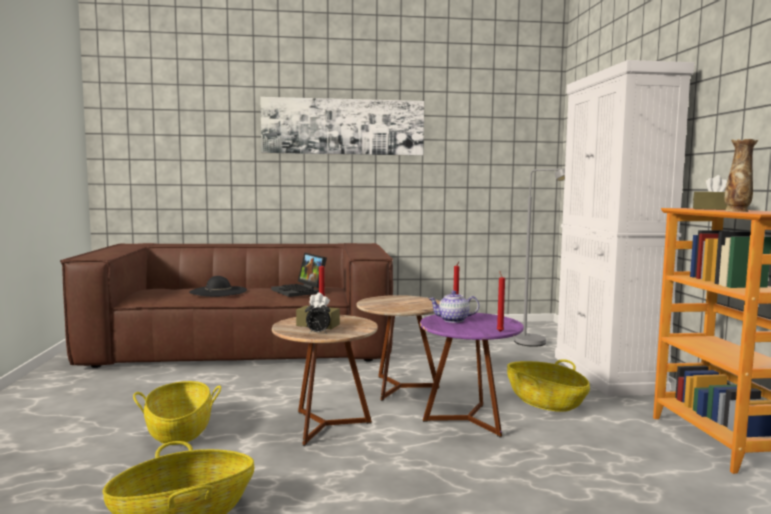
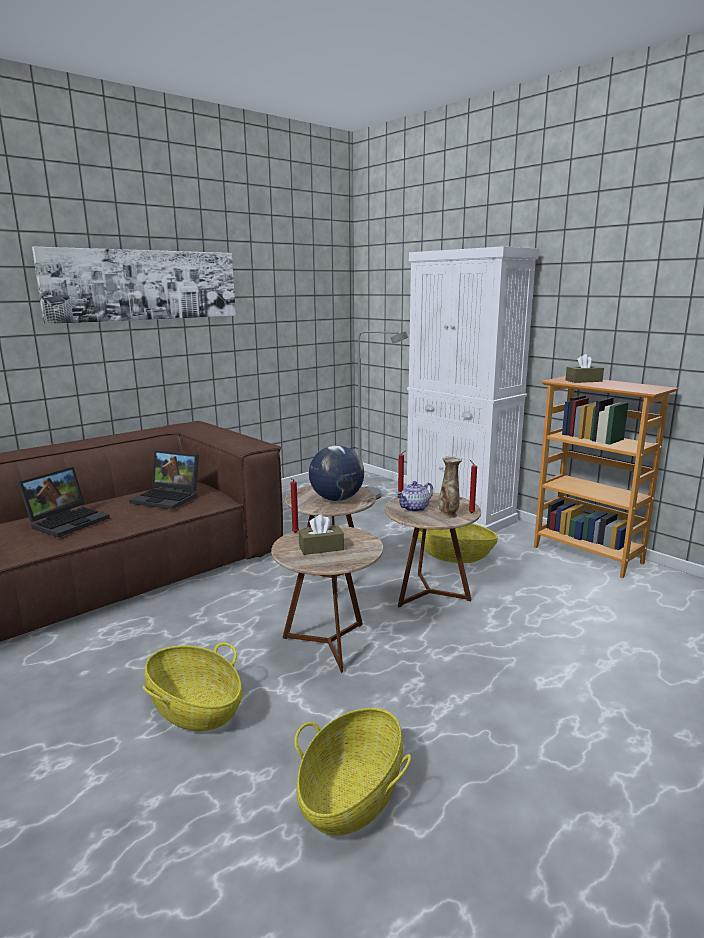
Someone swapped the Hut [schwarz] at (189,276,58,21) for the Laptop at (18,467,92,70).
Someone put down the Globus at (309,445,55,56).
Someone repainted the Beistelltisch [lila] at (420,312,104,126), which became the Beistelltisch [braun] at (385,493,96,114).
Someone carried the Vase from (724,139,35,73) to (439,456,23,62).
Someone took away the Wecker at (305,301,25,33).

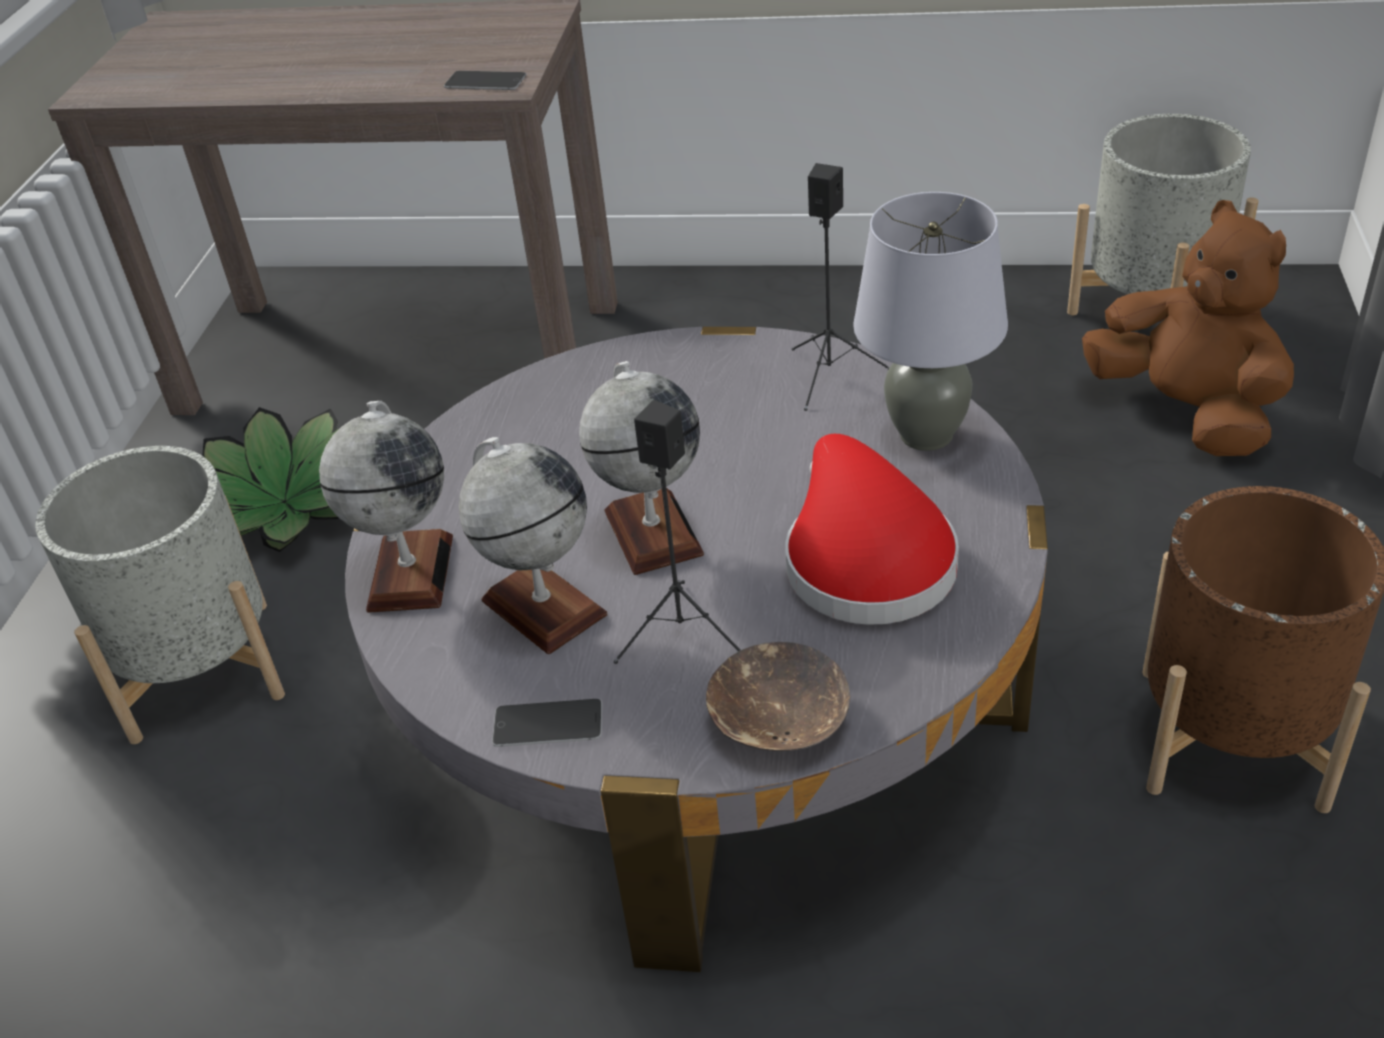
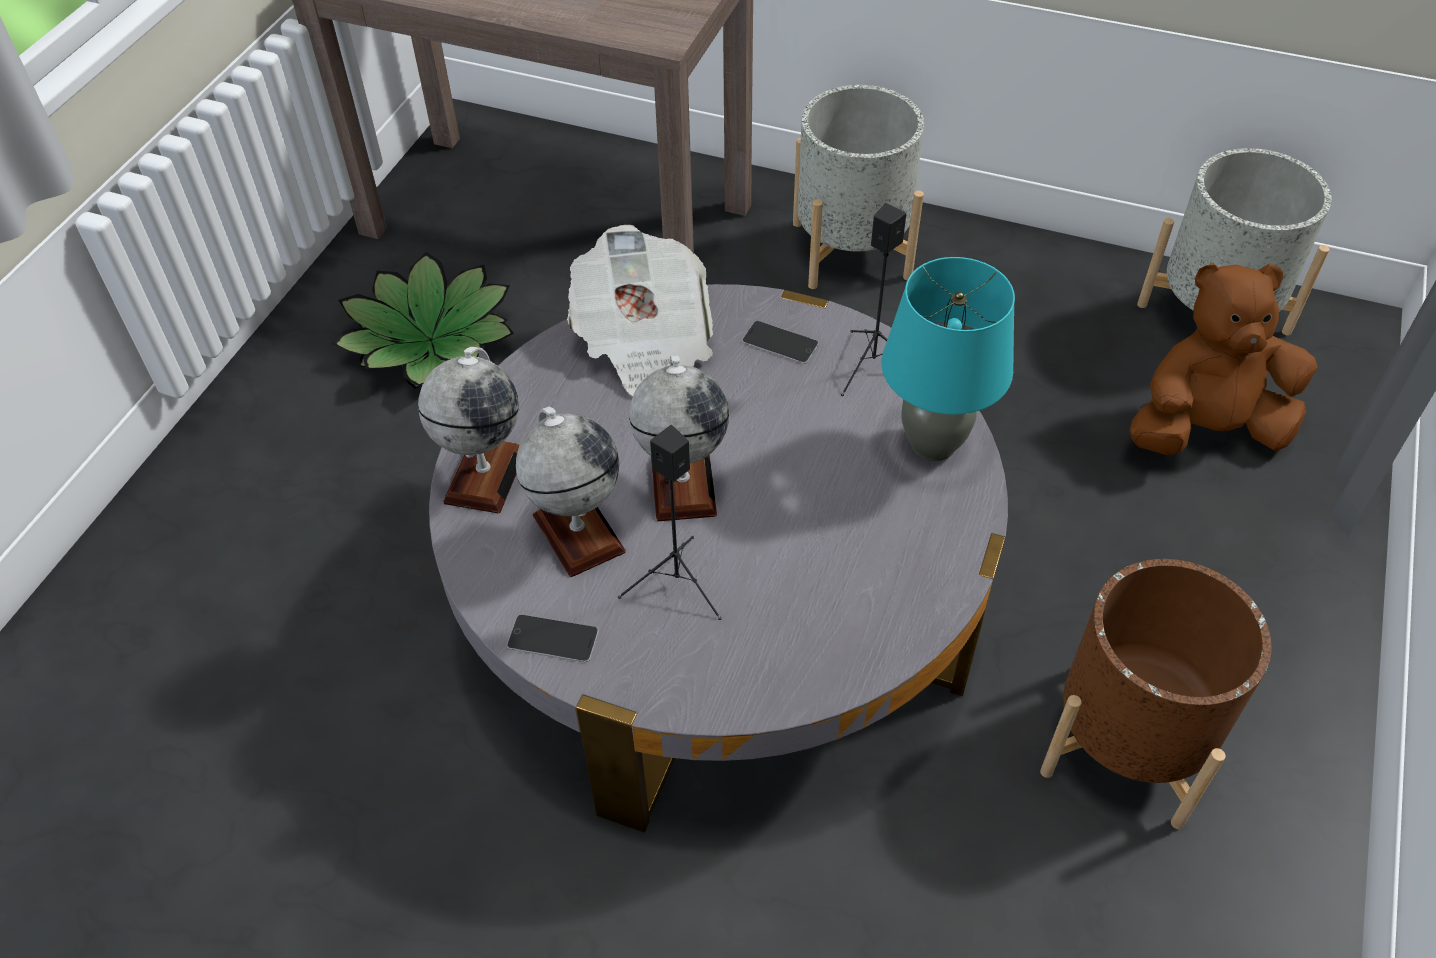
Someone put down the Zeitung at (567,225,146,171).
Someone carried the Handy from (444,71,82,19) to (742,321,77,43).
Someone carried the Pflanzkübel [grau] from (35,446,250,298) to (793,85,131,204).
Someone repainted the Tischlampe [grau] at (853,192,155,259), which became the Tischlampe [türkis] at (882,257,133,204).
Someone rotated the Plüschtier [braun] at (1082,200,212,256) by 75 degrees counterclockwise.
Someone took away the Schüssel [braun] at (706,642,144,109).
Someone took away the Hut [rot] at (785,434,174,191).

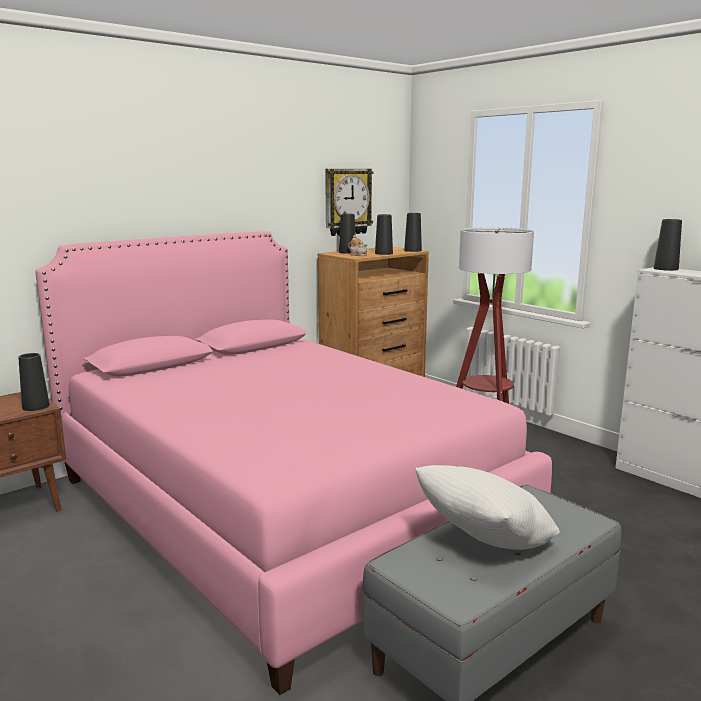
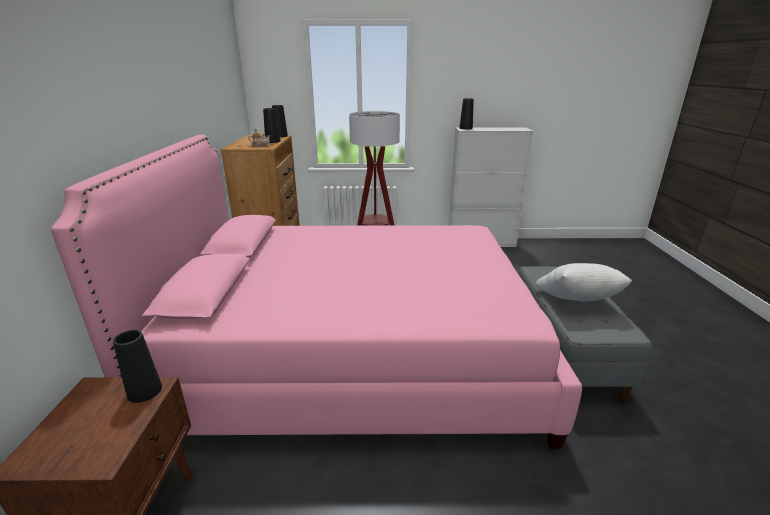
Someone took away the Wanduhr at (325,169,49,67).
Someone took away the Vase [schwarz] at (339,214,17,39).

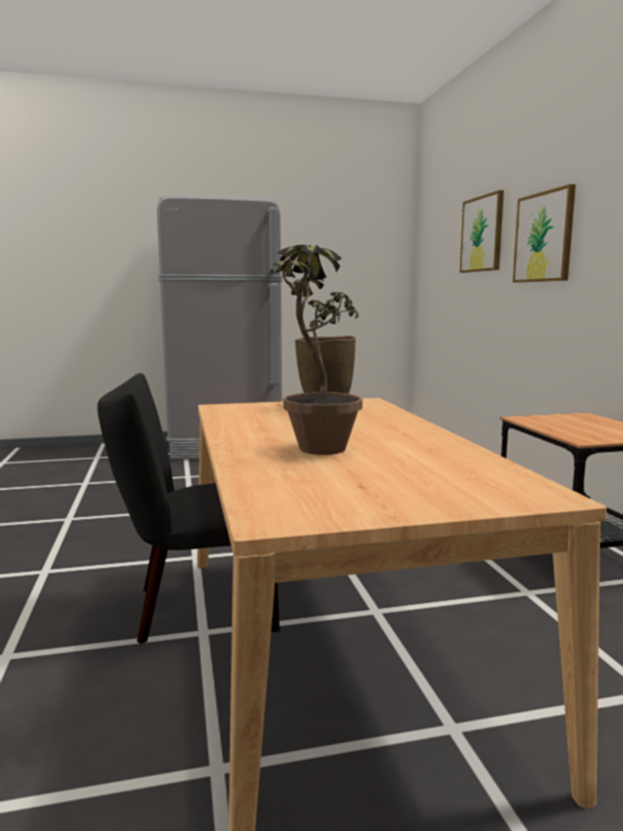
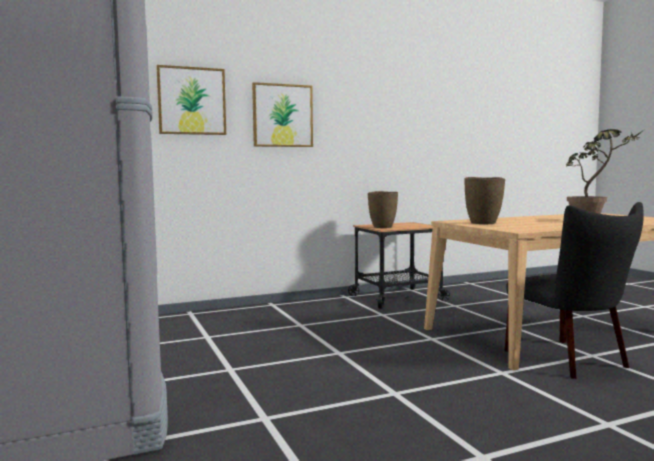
Someone put down the Vase [braun] at (368,191,30,37).

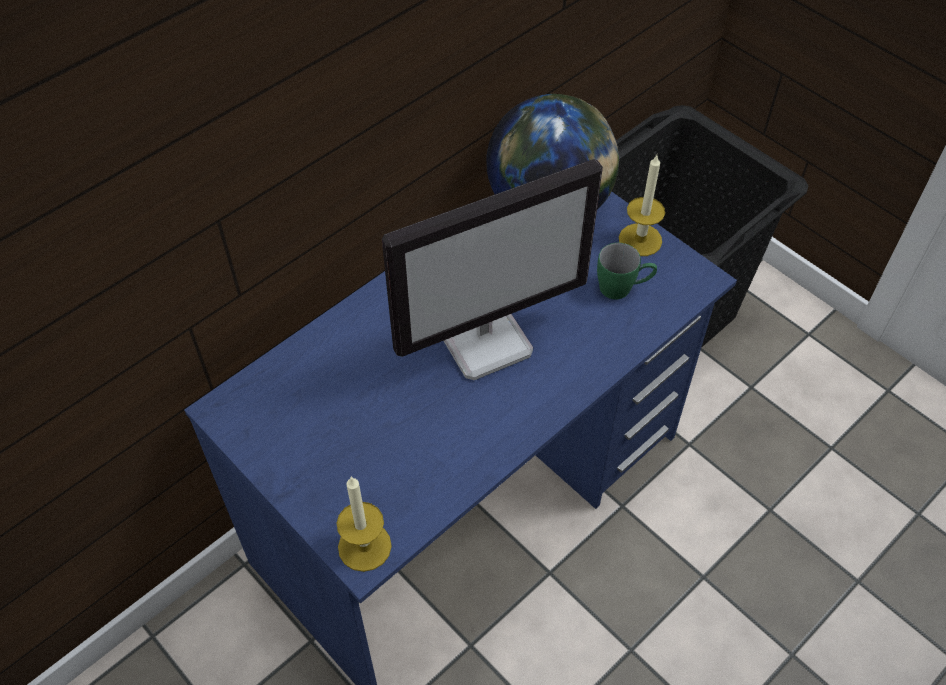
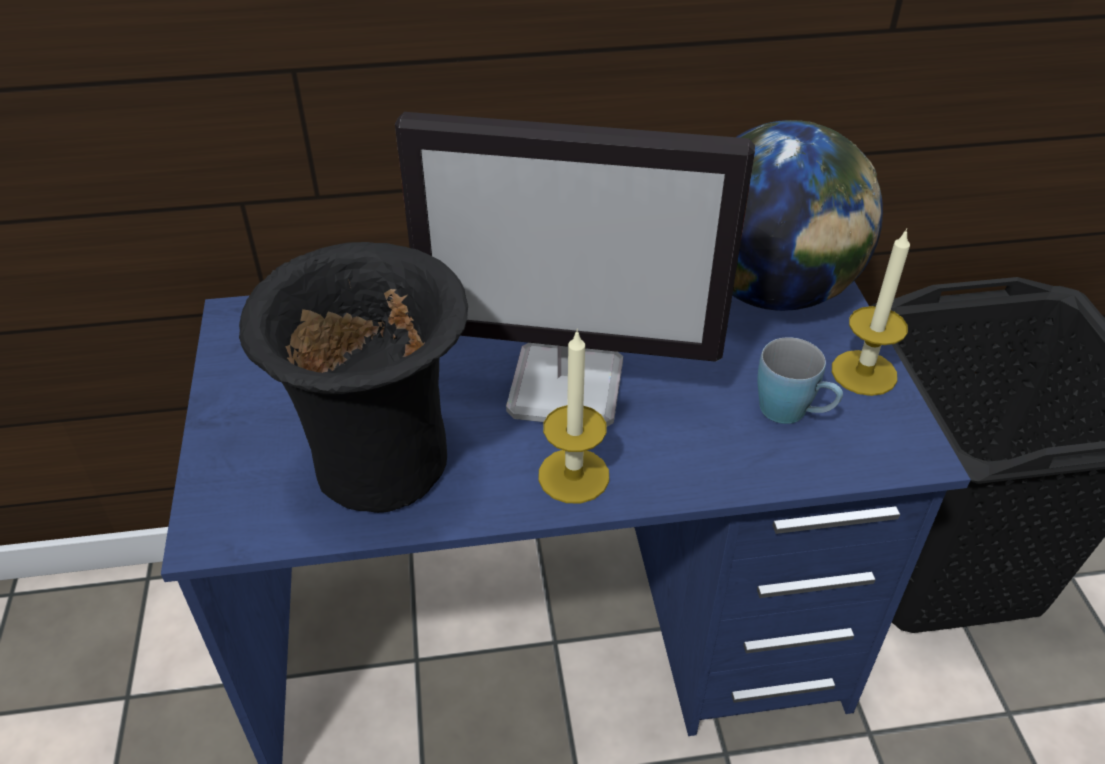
Someone put down the Vase [schwarz] at (239,242,229,271).
Someone carried the Kerze from (337,476,55,96) to (538,329,71,174).
Someone repainted the Henkelbecher [grün] at (597,243,60,56), which became the Henkelbecher [blau] at (757,337,86,87).

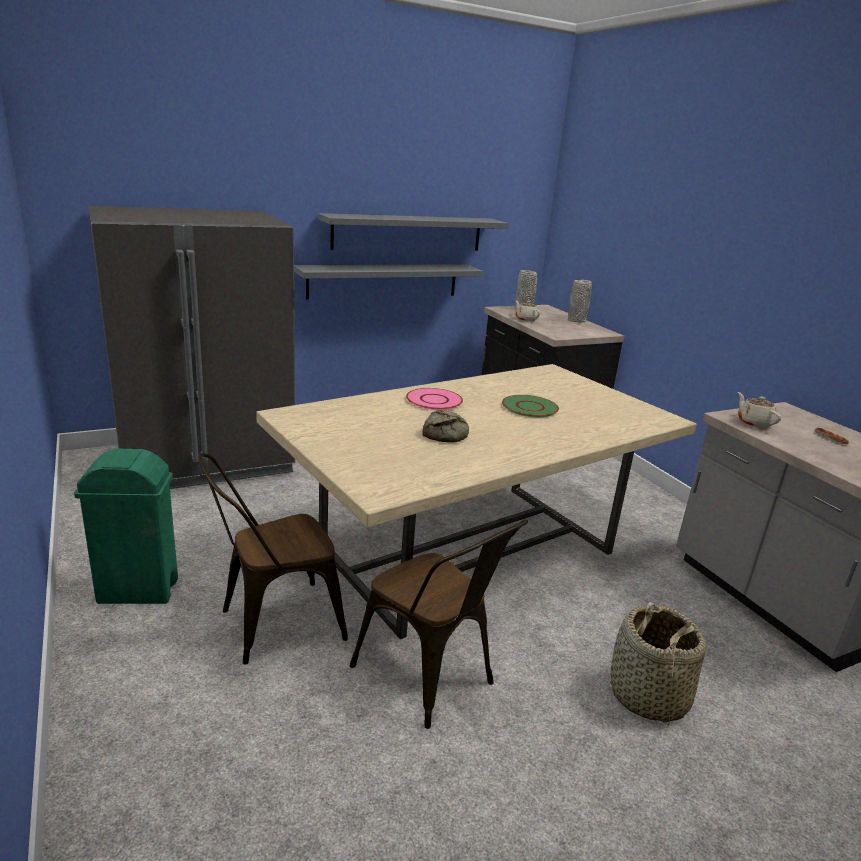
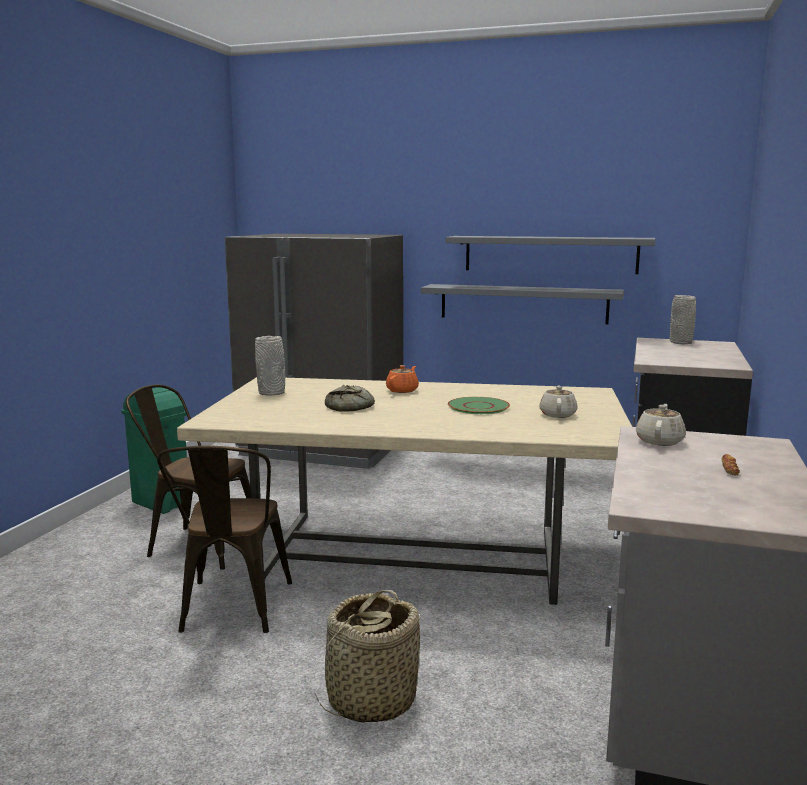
Someone carried the Vase [grau] from (568,280,24,42) to (255,336,30,59).
Someone swapped the Teller [rosa] at (406,388,57,22) for the Teekanne [orange] at (386,365,33,28).
Someone carried the Teekanne [beige] from (515,301,25,20) to (539,385,39,33).

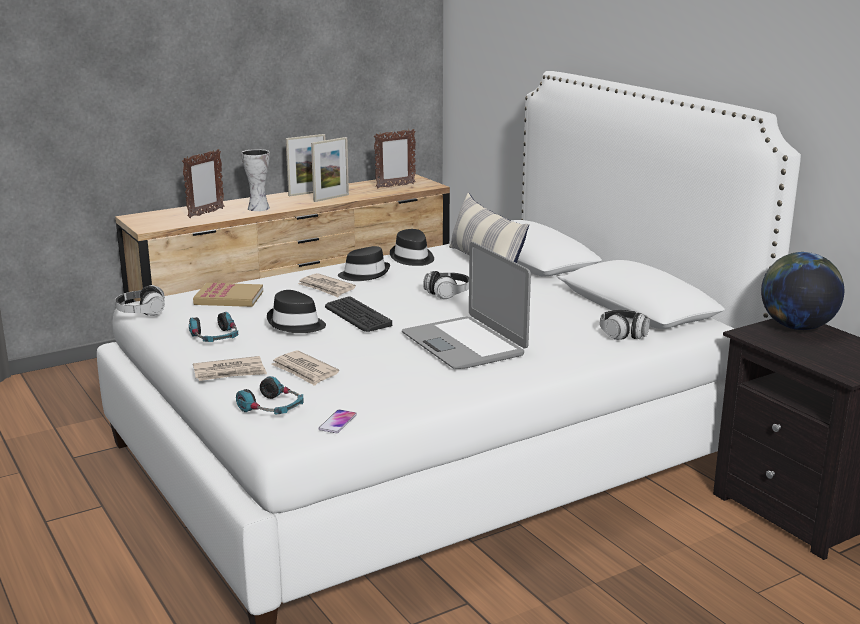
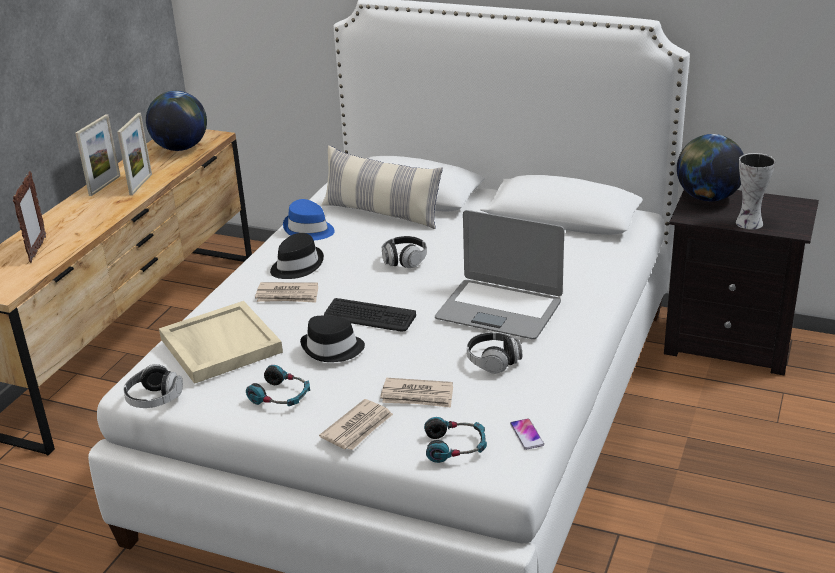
Someone swapped the Bilderrahmen at (374,129,42,59) for the Globus at (146,91,61,60).
Someone swapped the Buch at (193,283,70,24) for the Tablett [beige] at (159,301,124,83).
Someone repainted the Hut [schwarz] at (390,229,44,37), which became the Hut [blau] at (283,199,52,41).
Someone carried the Kopfhörer from (600,310,50,30) to (467,332,55,42).
Someone carried the Vase from (241,149,29,62) to (736,153,39,77).

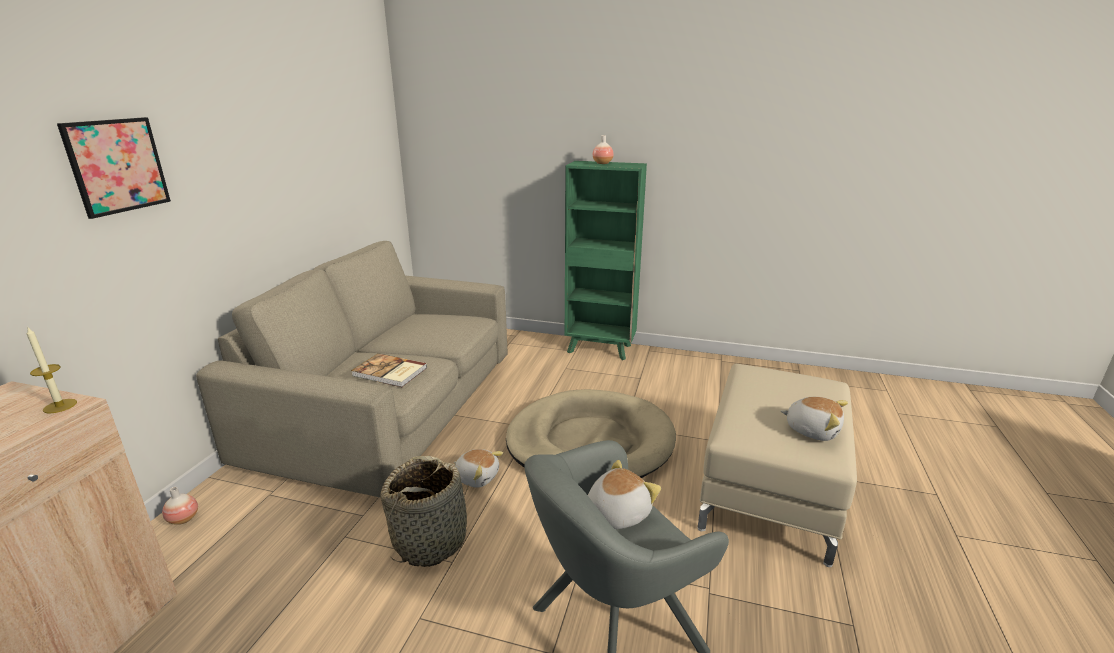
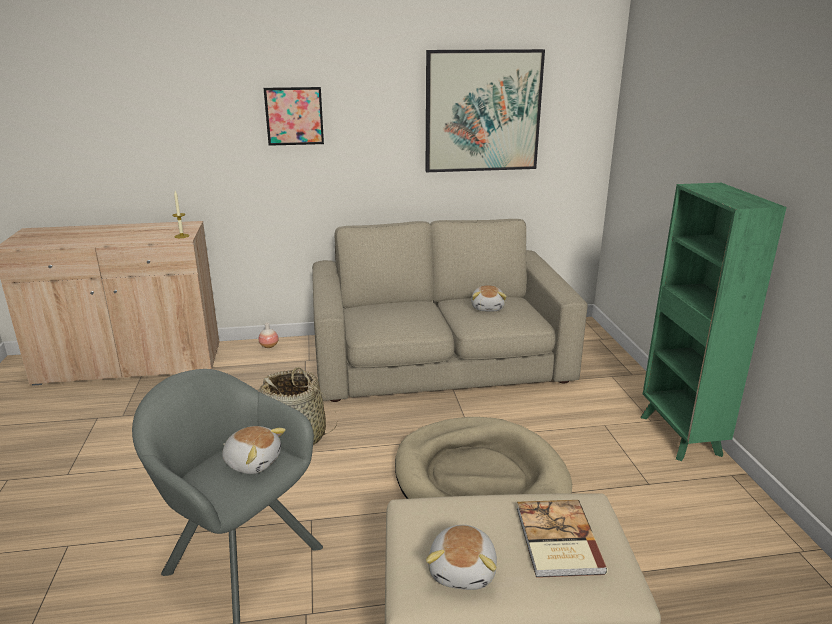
Someone put up the Bild at (426,49,119,123).
Someone carried the Plüschtier from (454,449,49,39) to (471,285,36,26).
Someone carried the Buch from (351,353,76,34) to (517,500,91,78).
Someone took away the Vase at (593,135,21,29).

